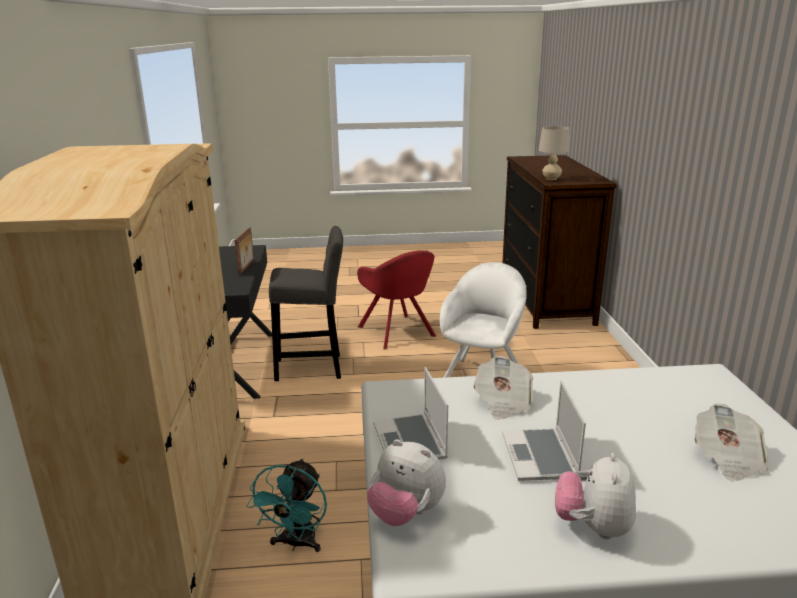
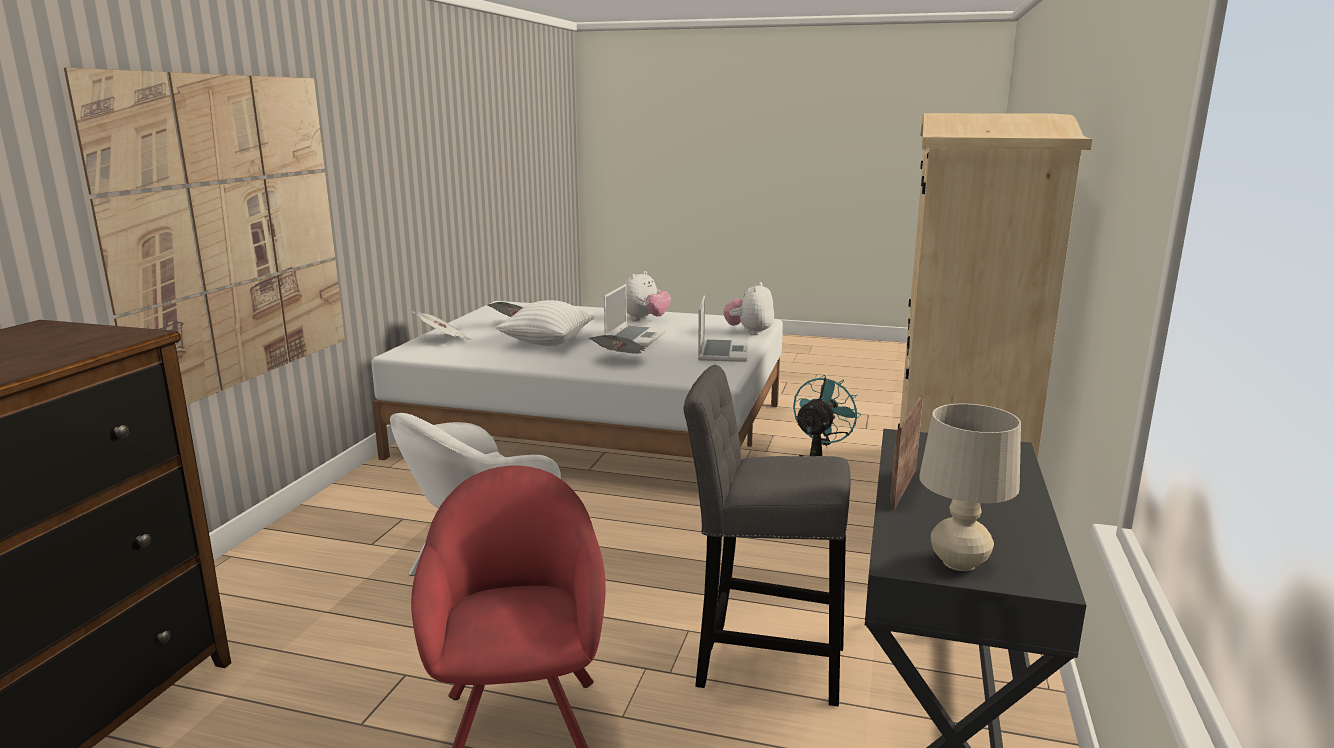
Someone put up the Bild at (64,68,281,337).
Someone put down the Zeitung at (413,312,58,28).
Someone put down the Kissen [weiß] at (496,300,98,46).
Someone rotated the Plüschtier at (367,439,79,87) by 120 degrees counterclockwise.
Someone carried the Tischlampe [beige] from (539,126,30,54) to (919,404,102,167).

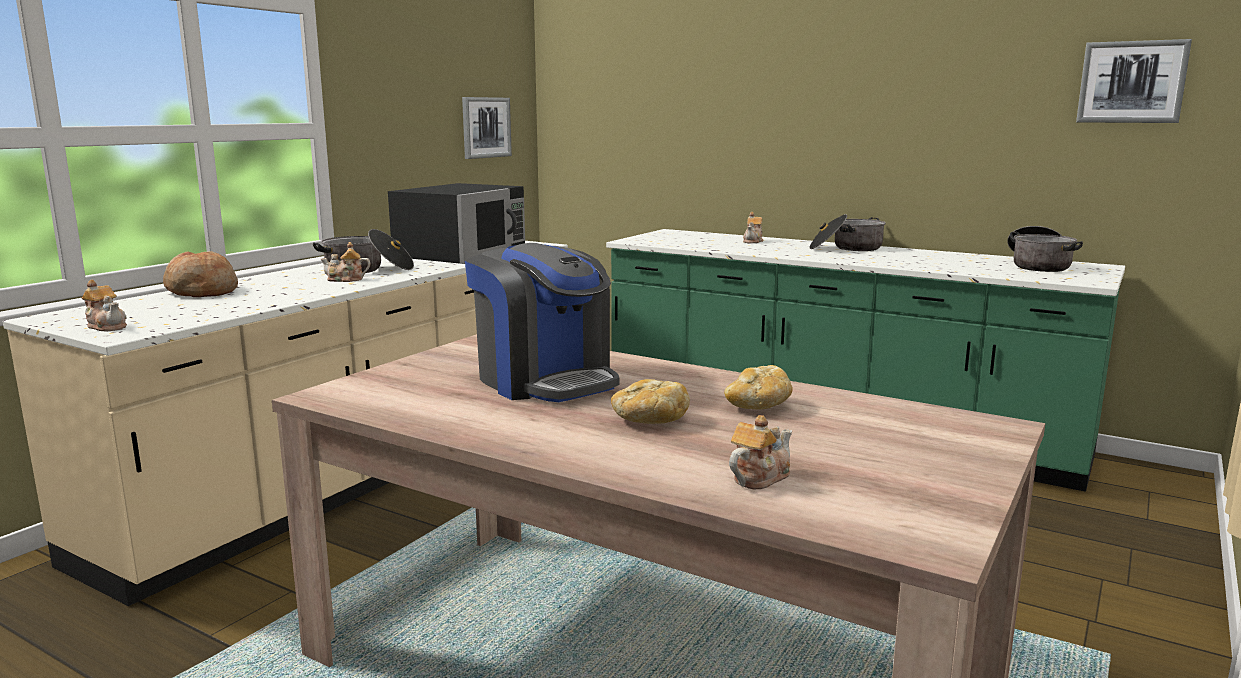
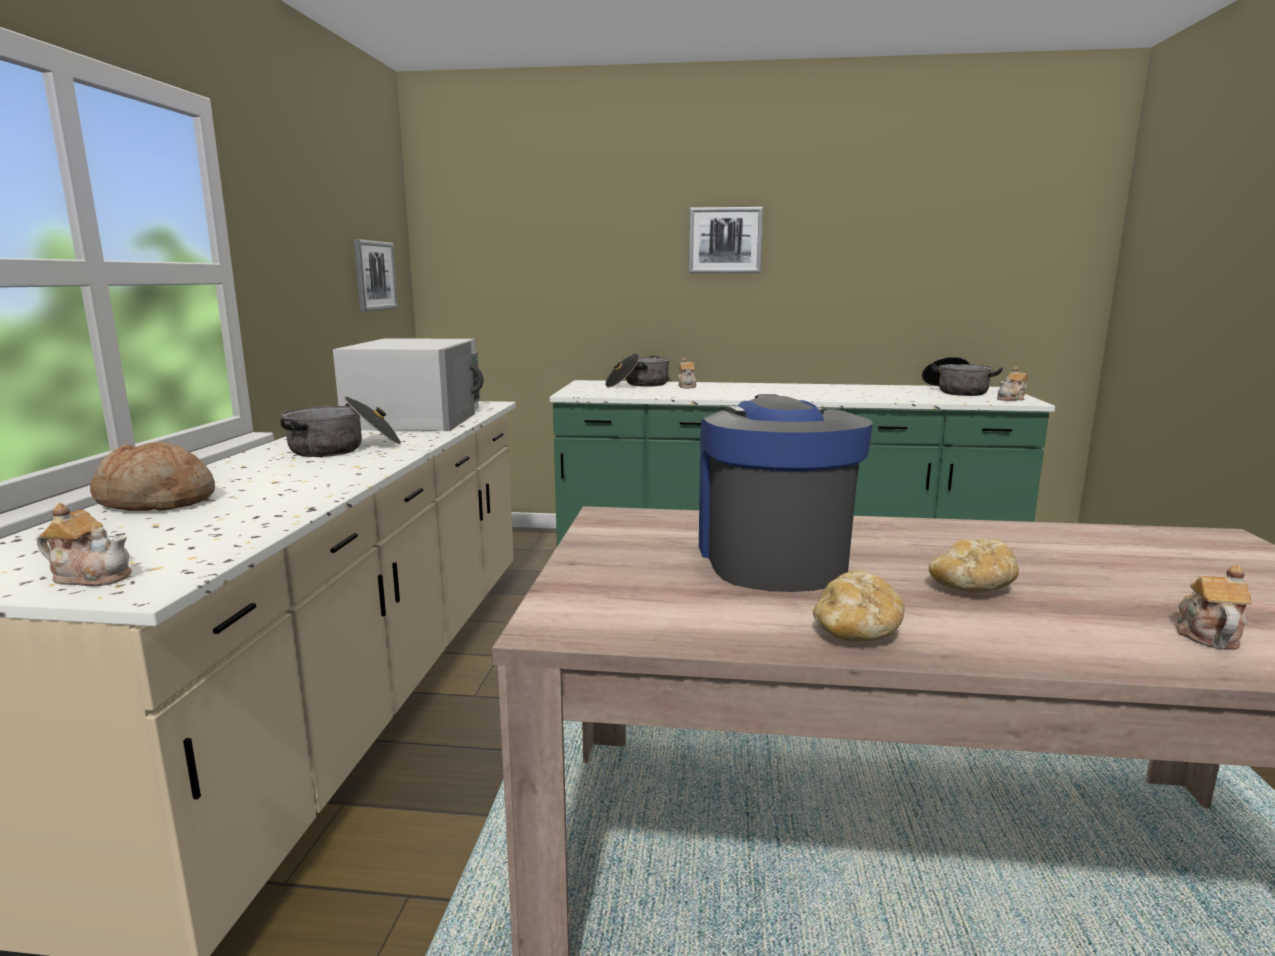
Someone repainted the Mikrowelle [schwarz] at (388,183,137,81), which became the Mikrowelle [weiß] at (333,338,151,93).
Someone carried the Kochtopf from (809,214,77,37) to (605,353,65,34).
Someone carried the Bild from (1076,39,116,84) to (688,207,76,66).
Someone rotated the Kaffeemaschine at (465,243,154,159) by 120 degrees counterclockwise.
Someone carried the Brot from (724,365,69,44) to (813,571,92,71).
Someone carried the Teekanne from (321,242,49,40) to (997,367,31,34).

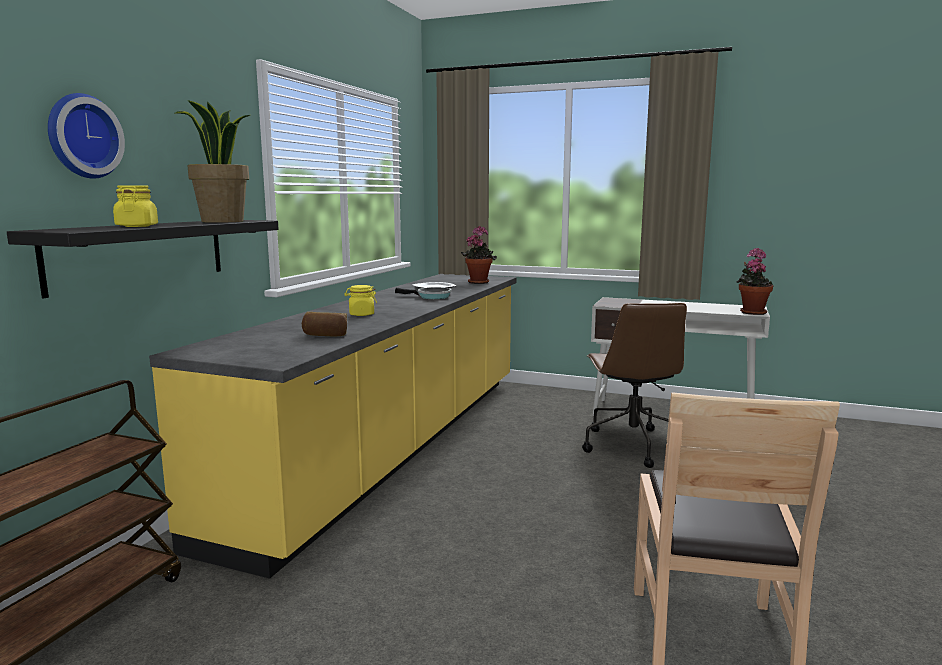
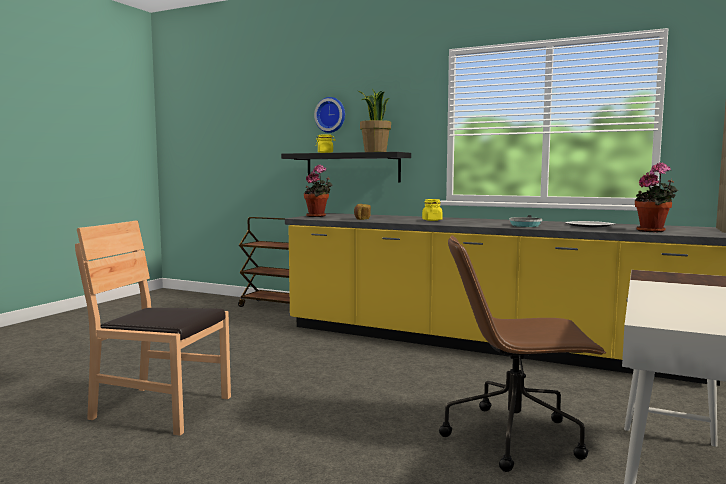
Someone carried the Topfpflanze from (736,248,37,67) to (304,165,29,52).

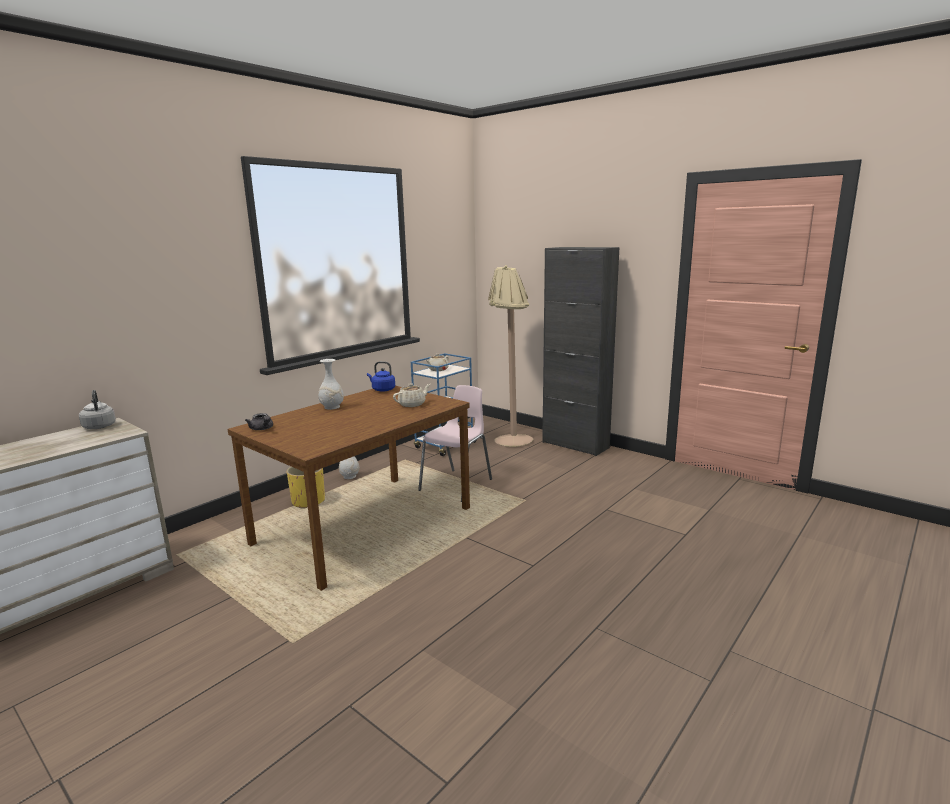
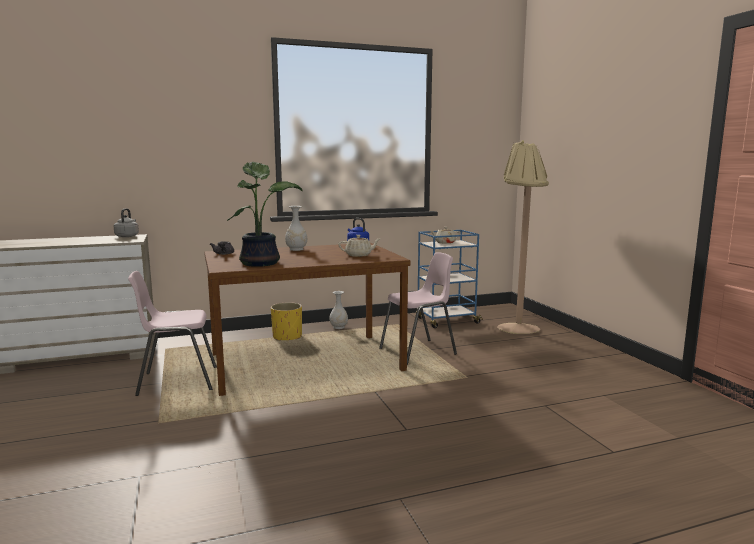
Someone put down the Stuhl [rosa] at (128,271,89,125).
Someone put down the Topfpflanze at (227,162,75,105).
Someone took away the Schrank [schwarz] at (542,247,77,209).

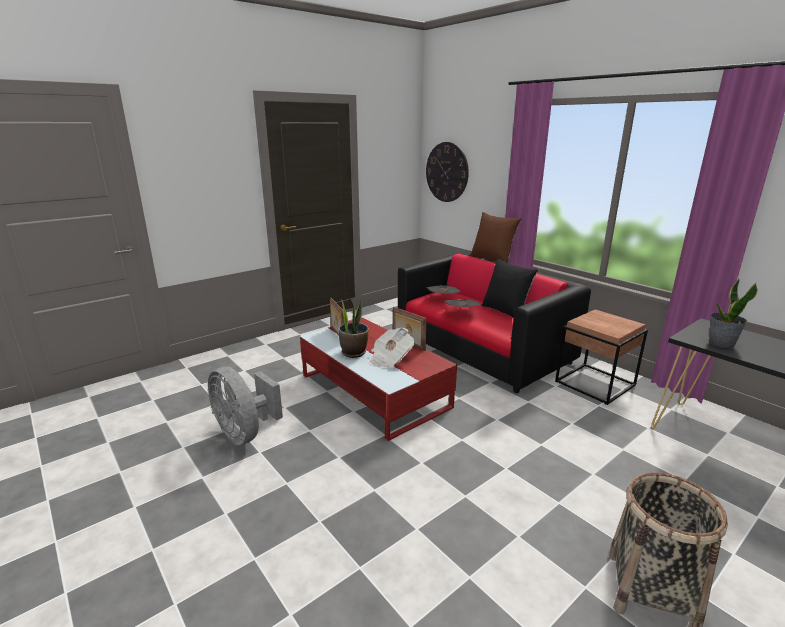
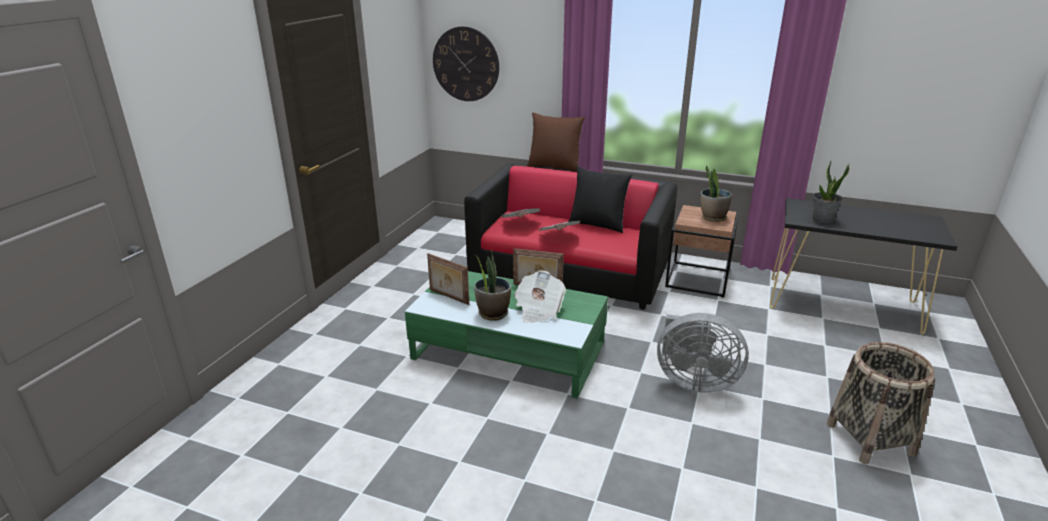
Someone repainted the Couchtisch [rot] at (300,317,157,124), which became the Couchtisch [grün] at (405,271,203,128).
Someone carried the Ventilator [grau] from (208,367,75,78) to (657,313,92,80).
Someone put down the Topfpflanze at (701,166,31,56).

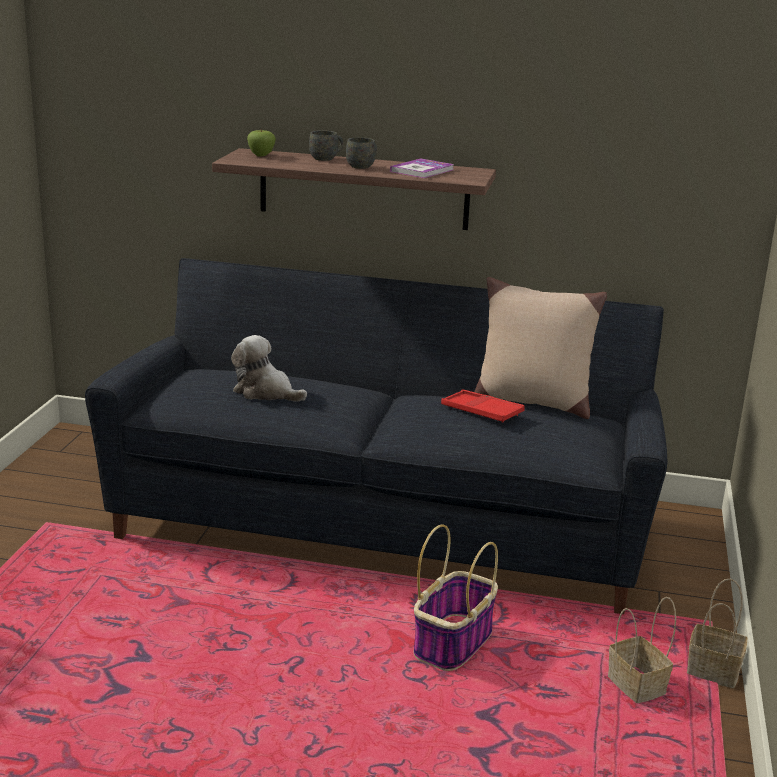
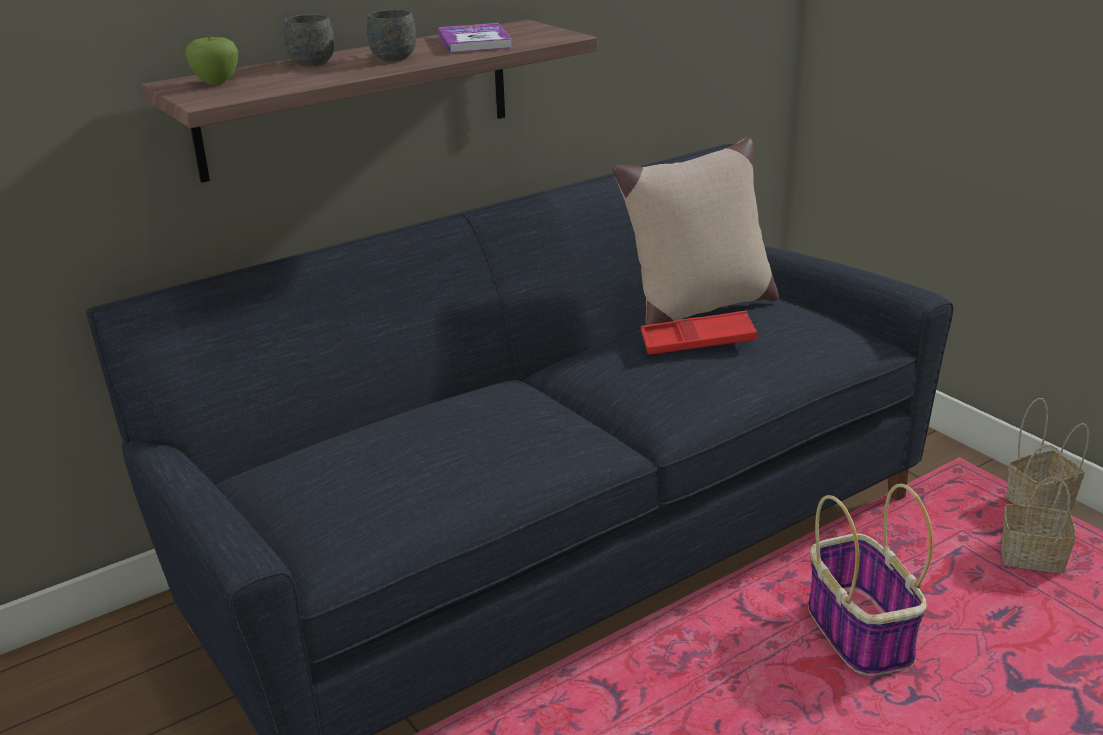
Someone took away the Plüschtier at (231,335,76,67).

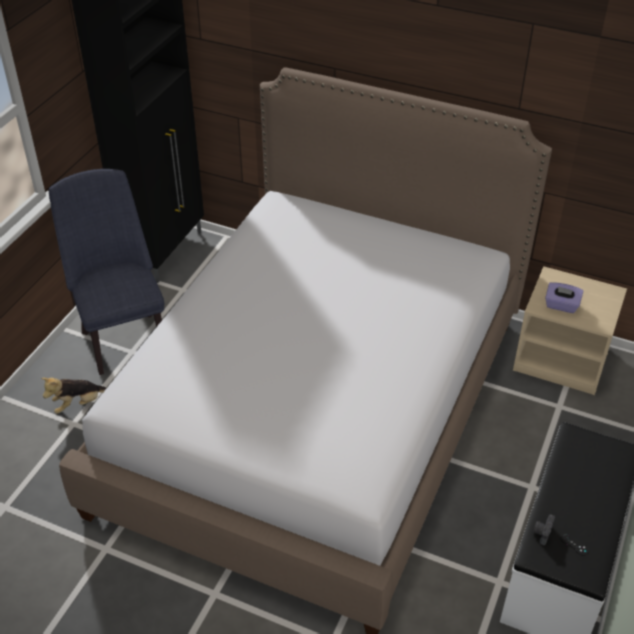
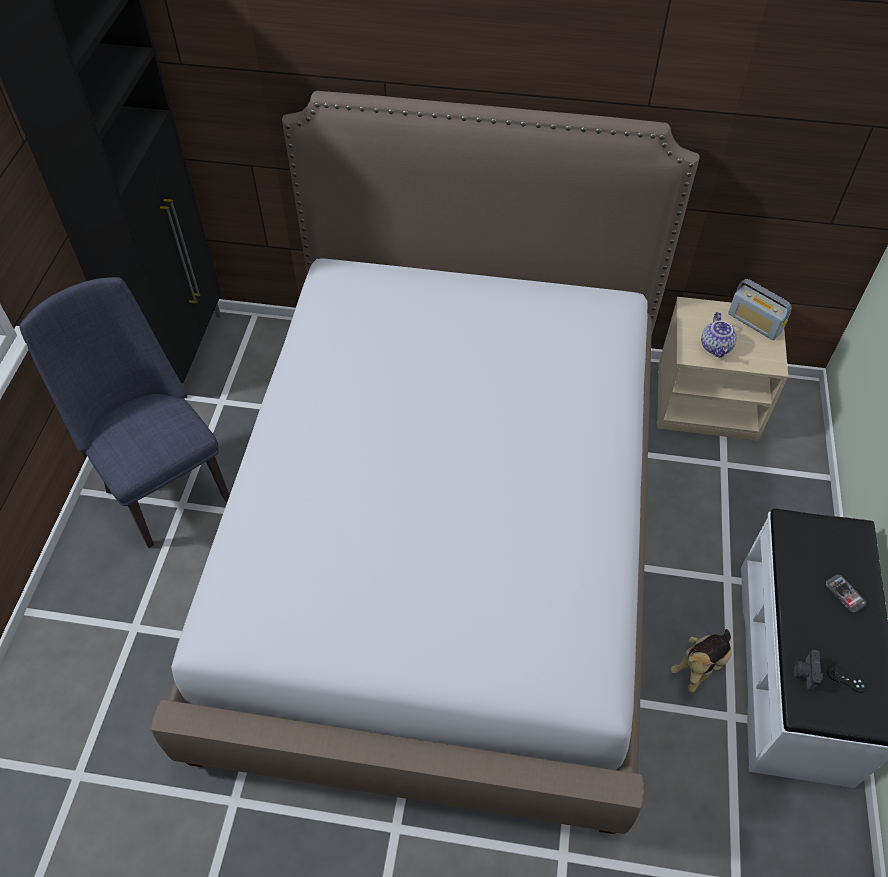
Someone carried the Plüschtier from (41,377,66,37) to (671,629,61,64).
Someone swapped the Taschentuchbox [lila] at (545,282,38,31) for the Teekanne at (701,312,36,45).
Someone put down the Radio at (728,279,64,61).
Someone put down the Handy at (826,574,40,38).

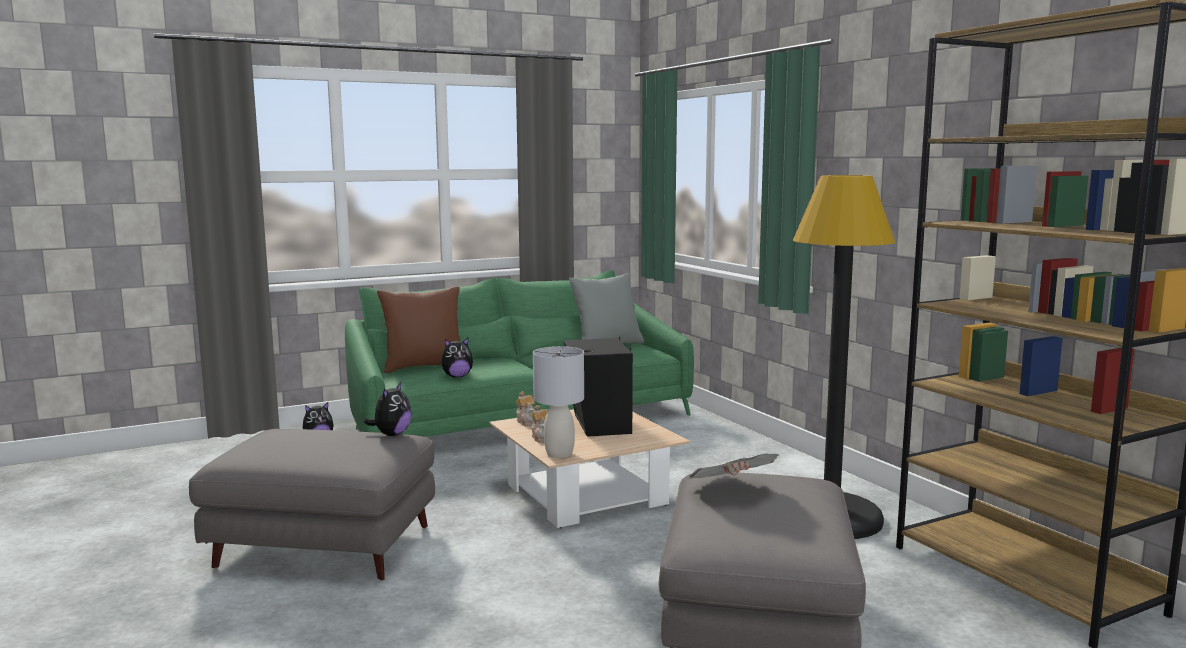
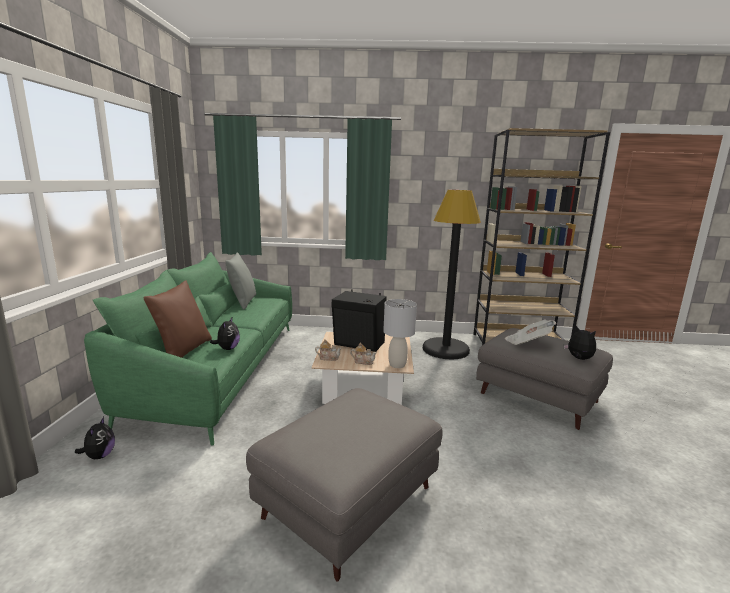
Someone carried the Plüschtier from (364,382,48,54) to (564,326,32,34).

